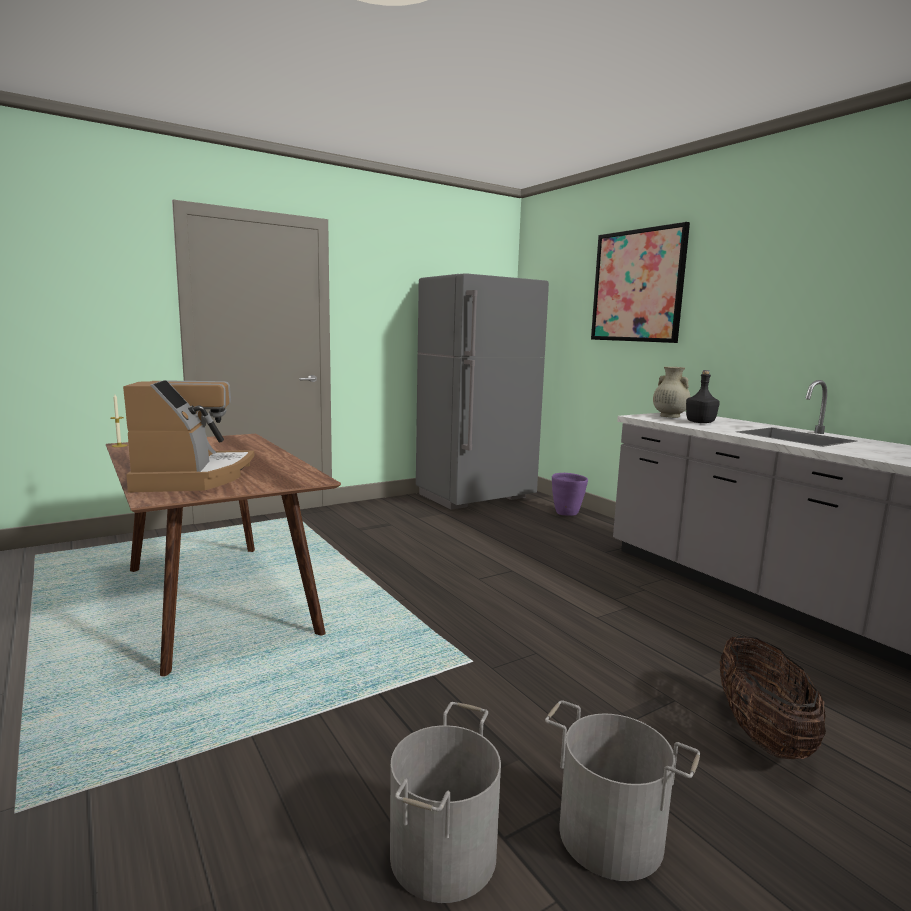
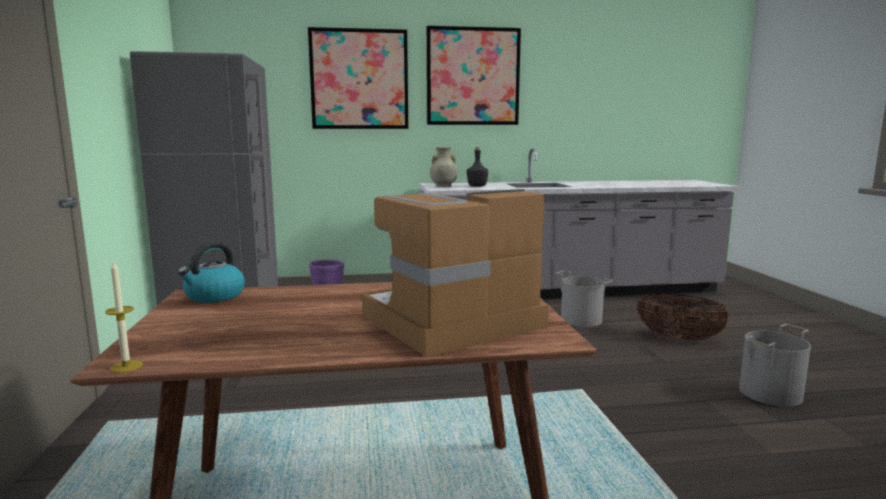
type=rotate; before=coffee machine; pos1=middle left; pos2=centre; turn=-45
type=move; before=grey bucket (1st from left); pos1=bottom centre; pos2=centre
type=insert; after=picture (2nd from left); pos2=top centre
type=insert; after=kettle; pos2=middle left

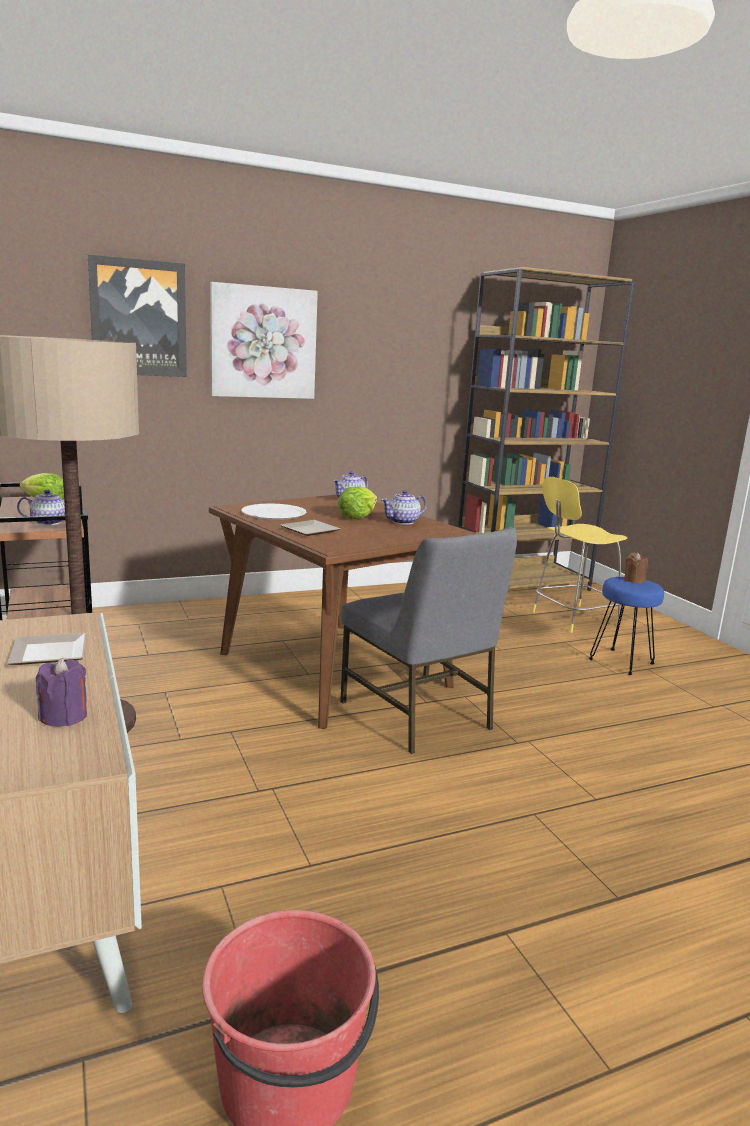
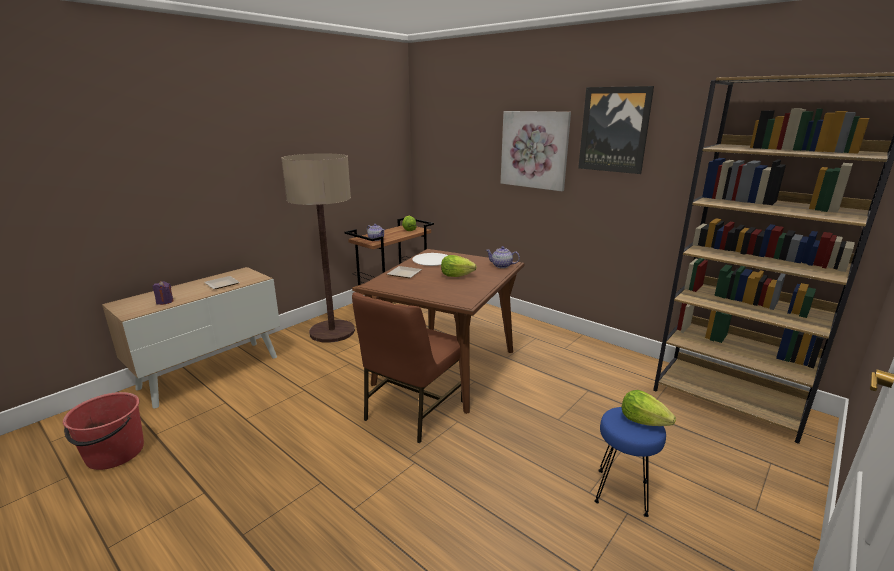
type=move; before=picture (1st from left in the first image); after=picture (2nd from left); pos1=top left; pos2=top right
type=delete; before=yellow stool; pos1=middle right
type=delete; before=teapot (3rd from left); pos1=centre
type=recolor; before=grey chair; after=brown chair; pos1=centre; pos2=centre
type=replace; before=brown candle; after=lettuce (3rd from left); pos1=middle right; pos2=bottom right

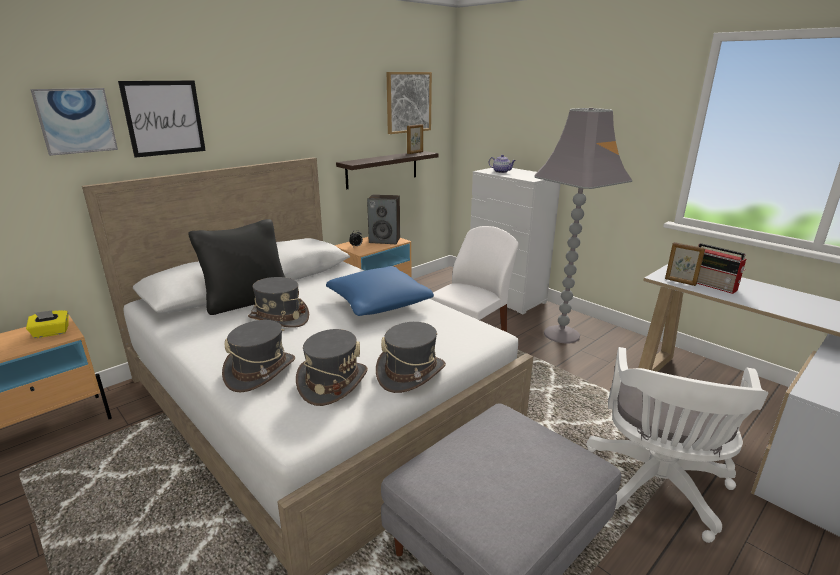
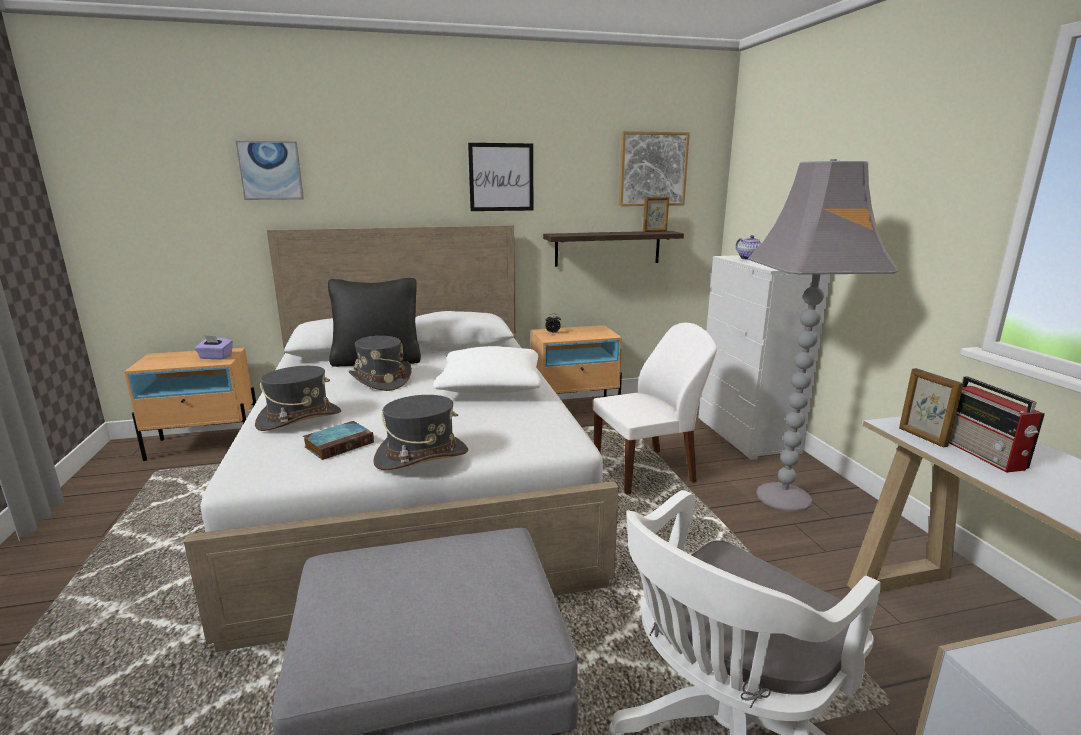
type=move; before=picture (2nd from left); pos1=top left; pos2=top centre
type=delete; before=speaker; pos1=centre
type=recolor; before=blue pillow; after=white pillow; pos1=centre; pos2=centre
type=recolor; before=yellow tissue box; after=purple tissue box; pos1=middle left; pos2=middle left
type=replace; before=grey hat (3rd from left); after=book; pos1=centre; pos2=middle left

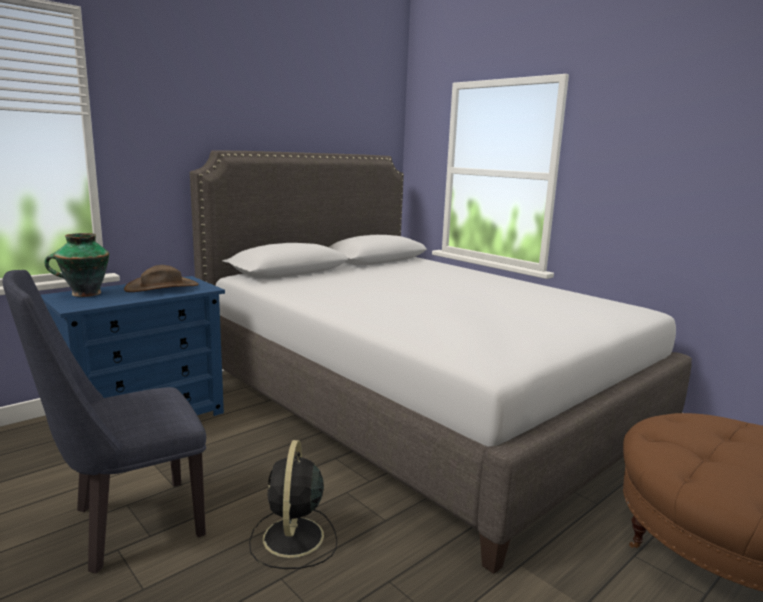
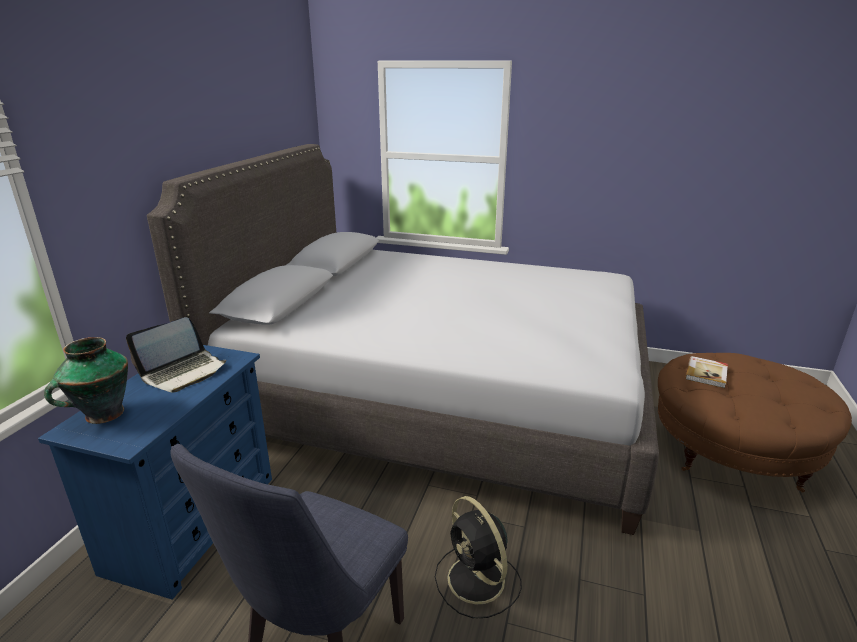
type=replace; before=brown hat; after=laptop; pos1=middle left; pos2=middle left
type=insert; after=book; pos2=middle right

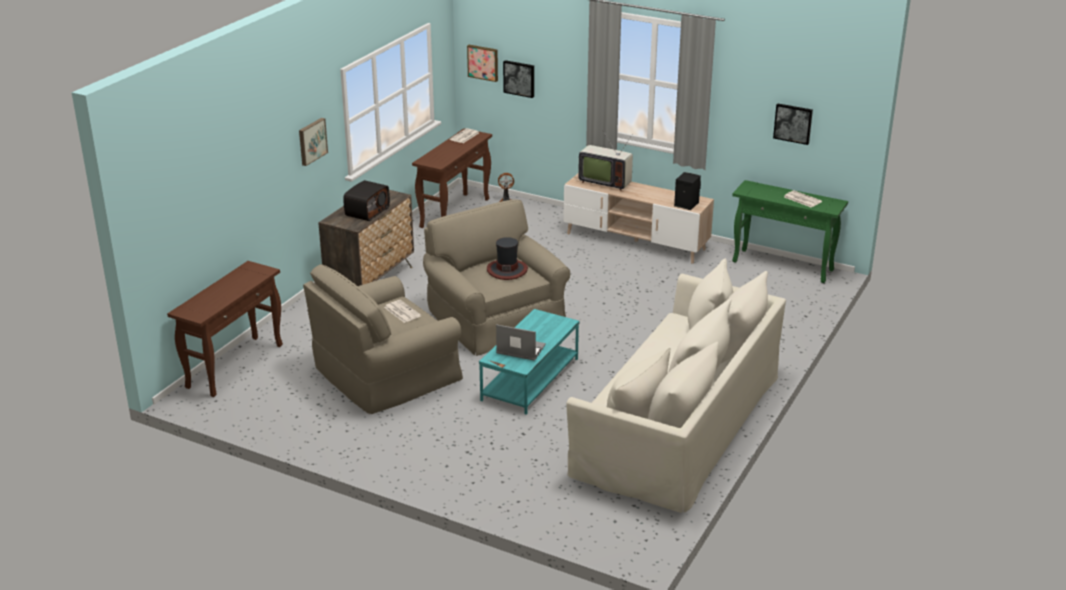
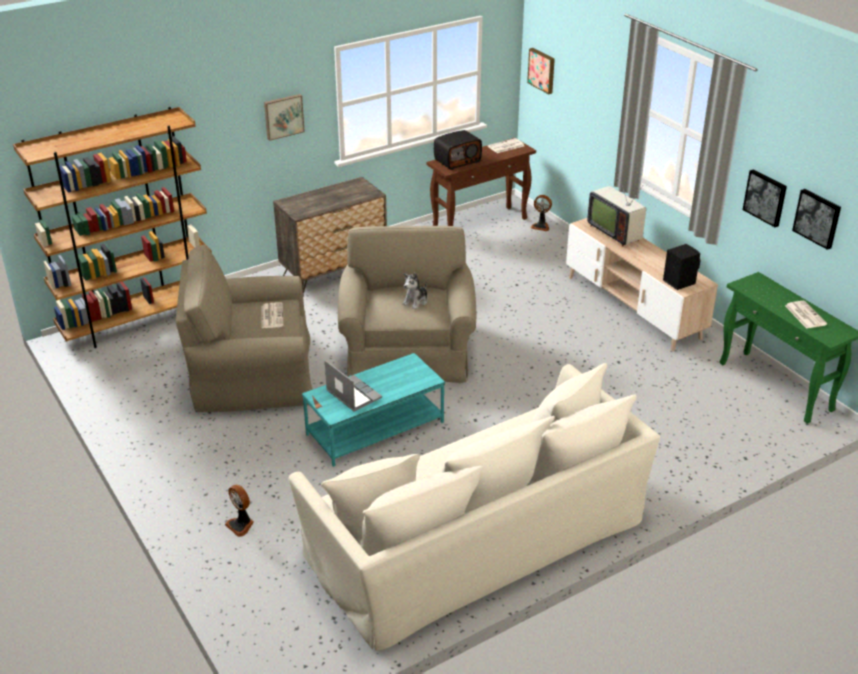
type=move; before=picture (3rd from left); pos1=top centre; pos2=top right
type=move; before=radio; pos1=centre; pos2=top centre
type=replace; before=hat; after=plush toy; pos1=centre; pos2=centre
type=replace; before=brown console table (1st from left); after=brown bookcase; pos1=middle left; pos2=middle left
type=insert; after=fan (1st from left); pos2=bottom left

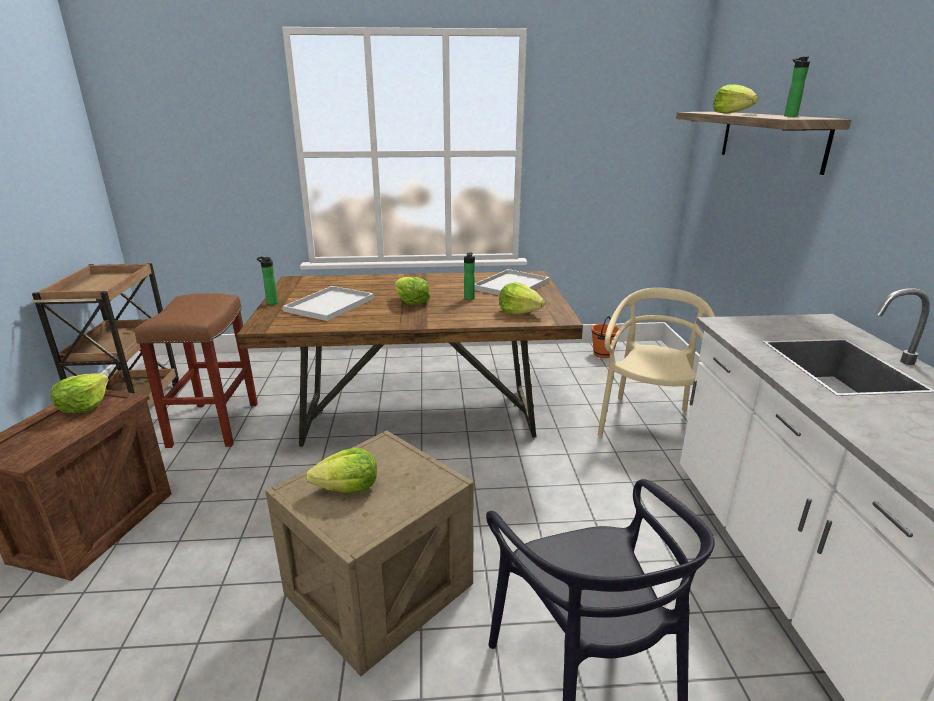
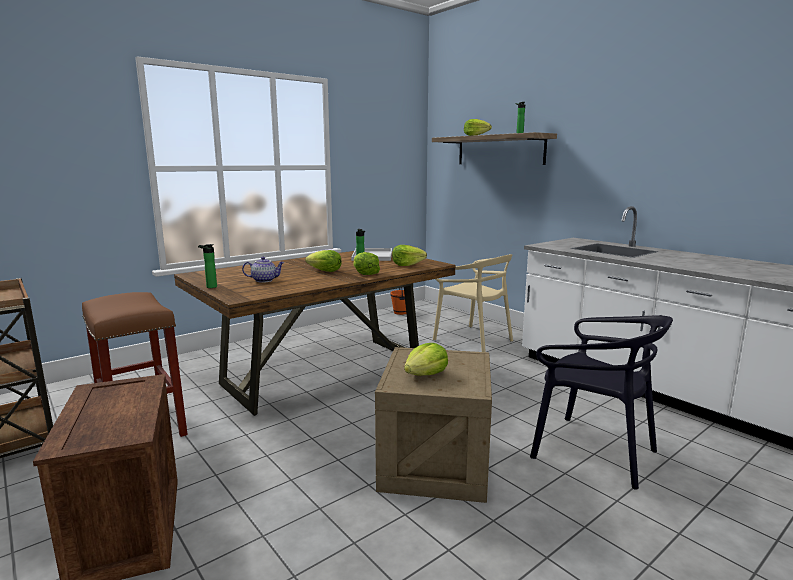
type=replace; before=white tray (1st from left); after=teapot; pos1=centre; pos2=middle left
type=rotate; before=beige chair; pos1=middle right; pos2=centre; turn=150
type=move; before=lettuce (1st from left in the first image); after=lettuce (2nd from left); pos1=middle left; pos2=centre

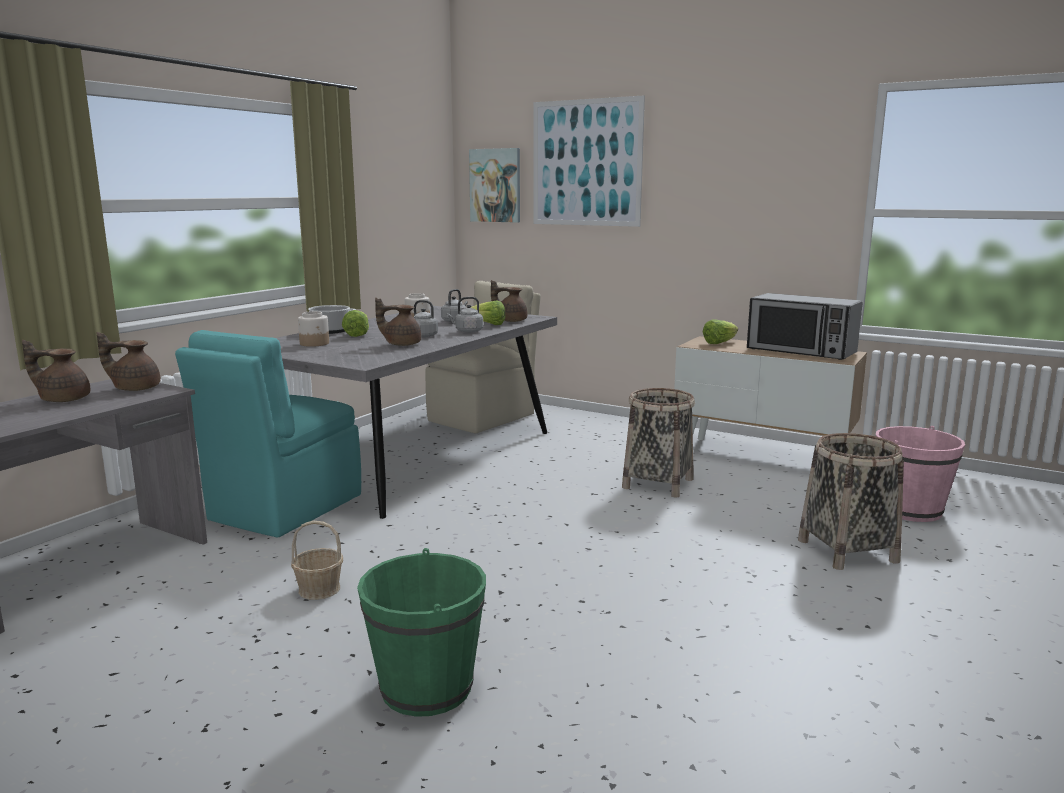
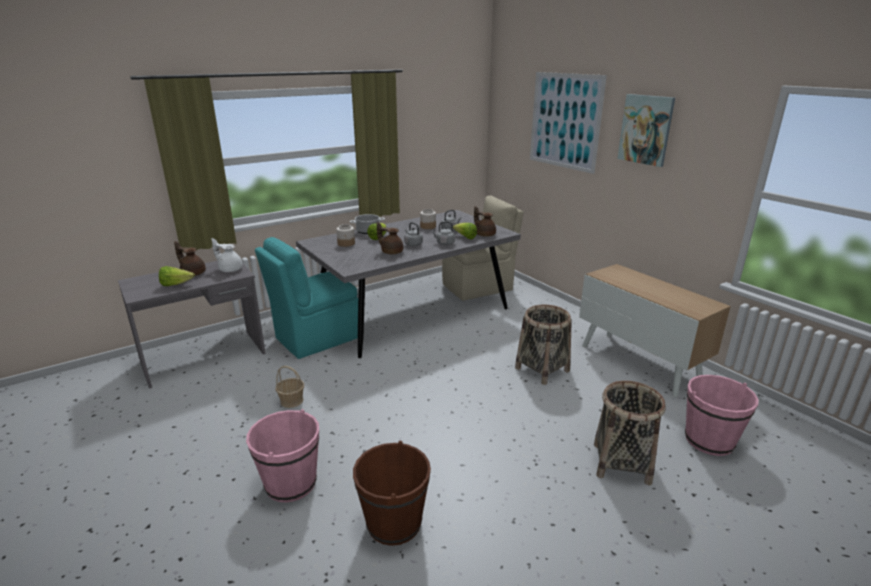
type=move; before=picture (1st from left in the first image); after=picture (2nd from left); pos1=top centre; pos2=top right
type=delete; before=microwave; pos1=middle right
type=move; before=lettuce (3rd from left in the first image); after=lettuce (1st from left); pos1=middle right; pos2=middle left
type=recolor; before=brown teapot (2nd from left); after=white teapot; pos1=middle left; pos2=middle left
type=recolor; before=green bucket; after=pink bucket (1st from left); pos1=bottom centre; pos2=bottom left
type=insert; after=brown bucket; pos2=bottom centre

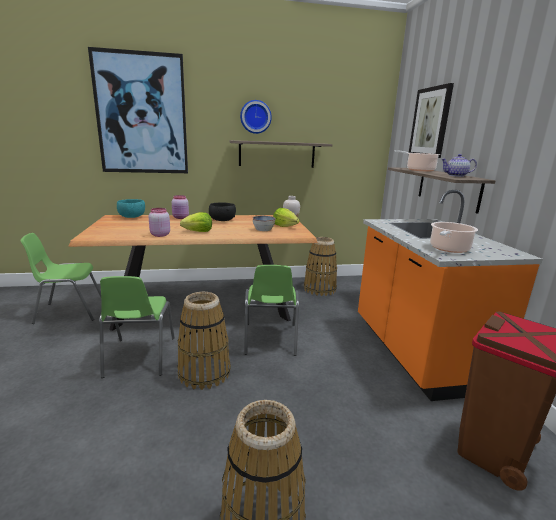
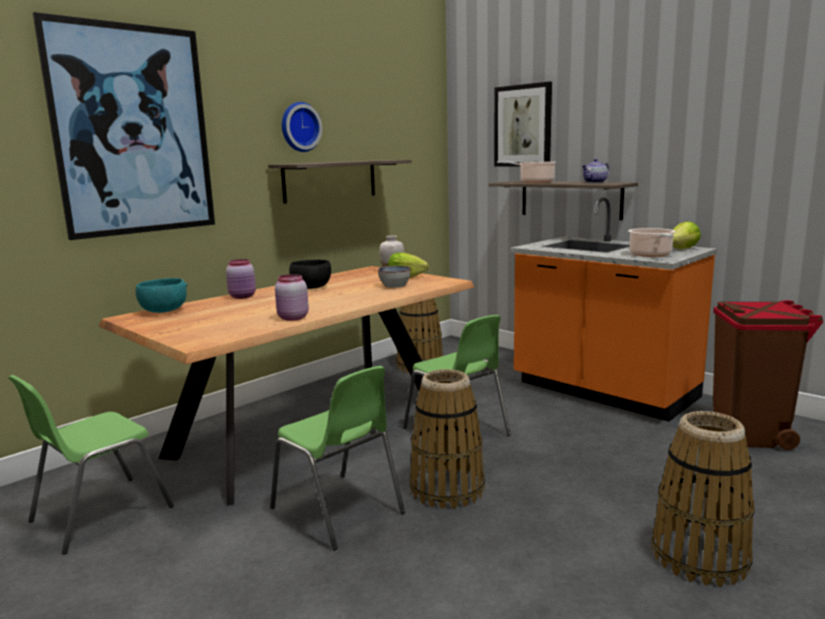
type=move; before=lettuce (1st from left in the first image); after=lettuce (2nd from left); pos1=centre; pos2=middle right

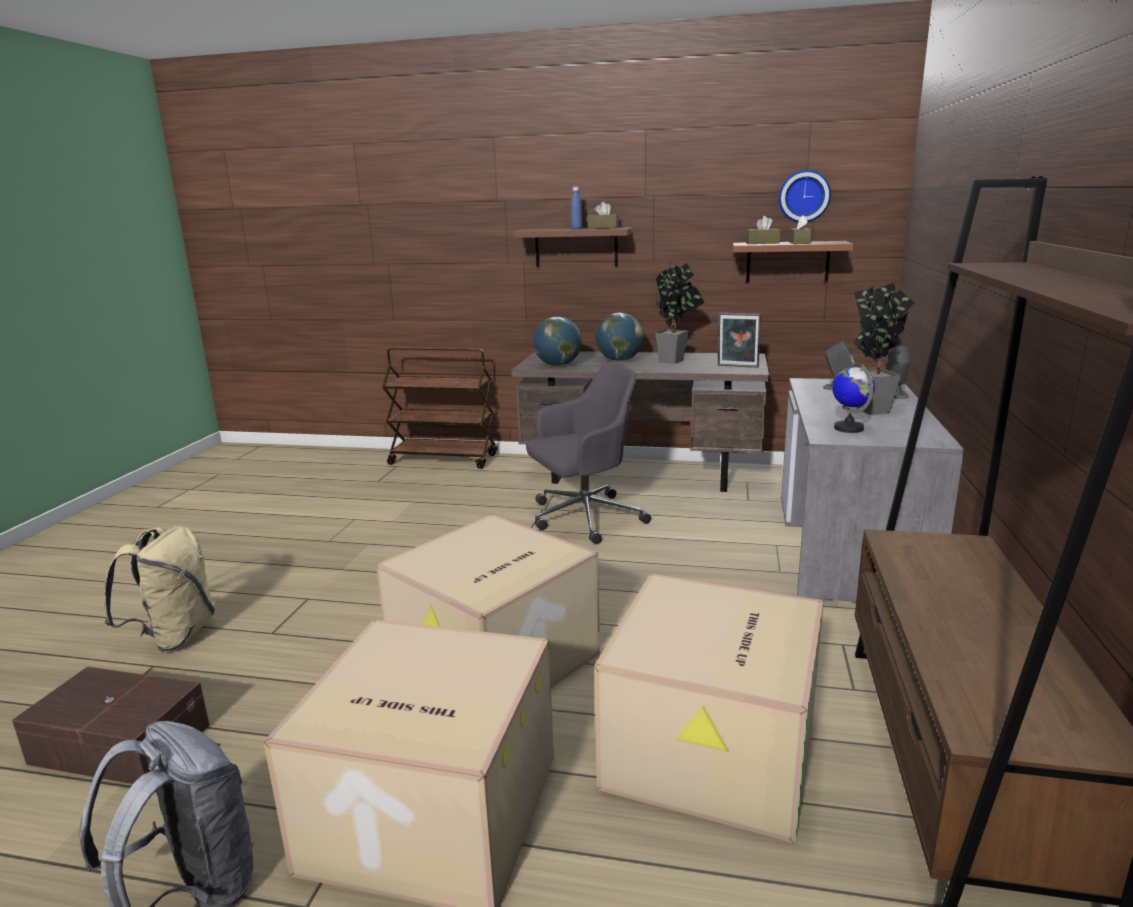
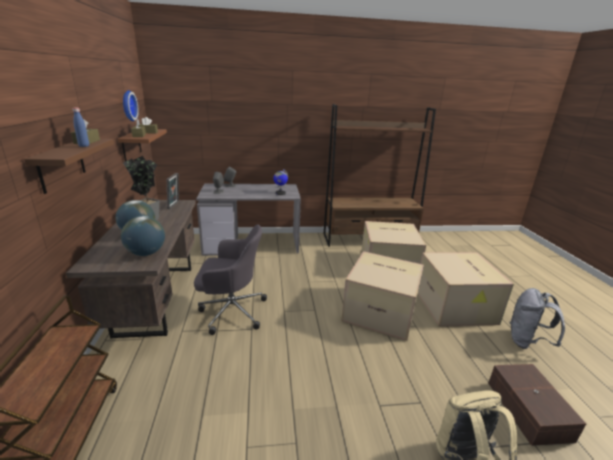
type=delete; before=potted plant (2nd from left); pos1=middle right
type=rotate; before=grey office chair; pos1=centre; pos2=centre; turn=135

